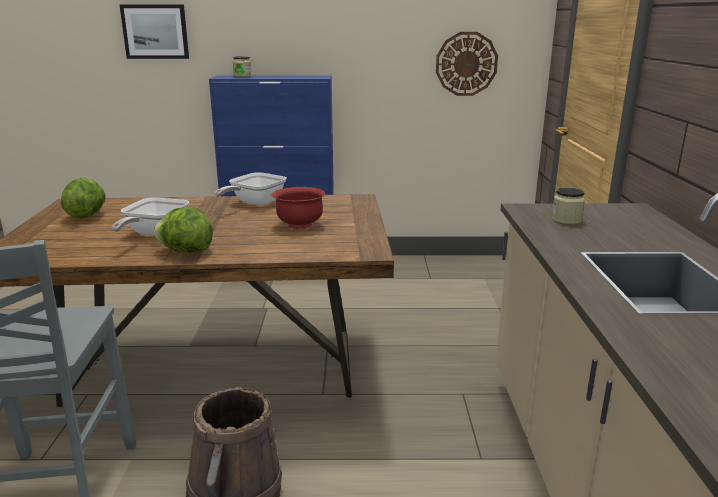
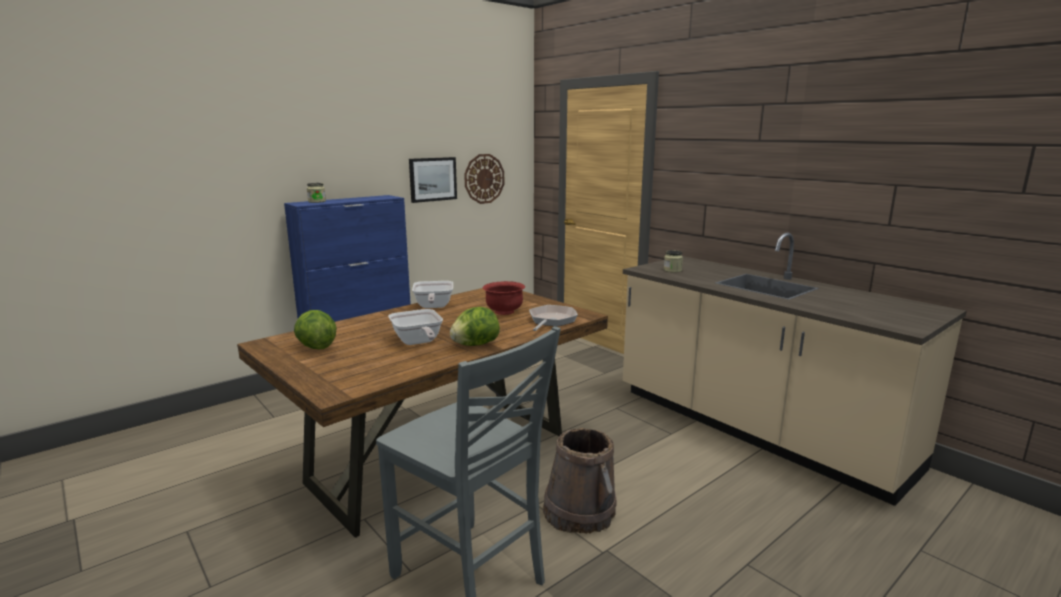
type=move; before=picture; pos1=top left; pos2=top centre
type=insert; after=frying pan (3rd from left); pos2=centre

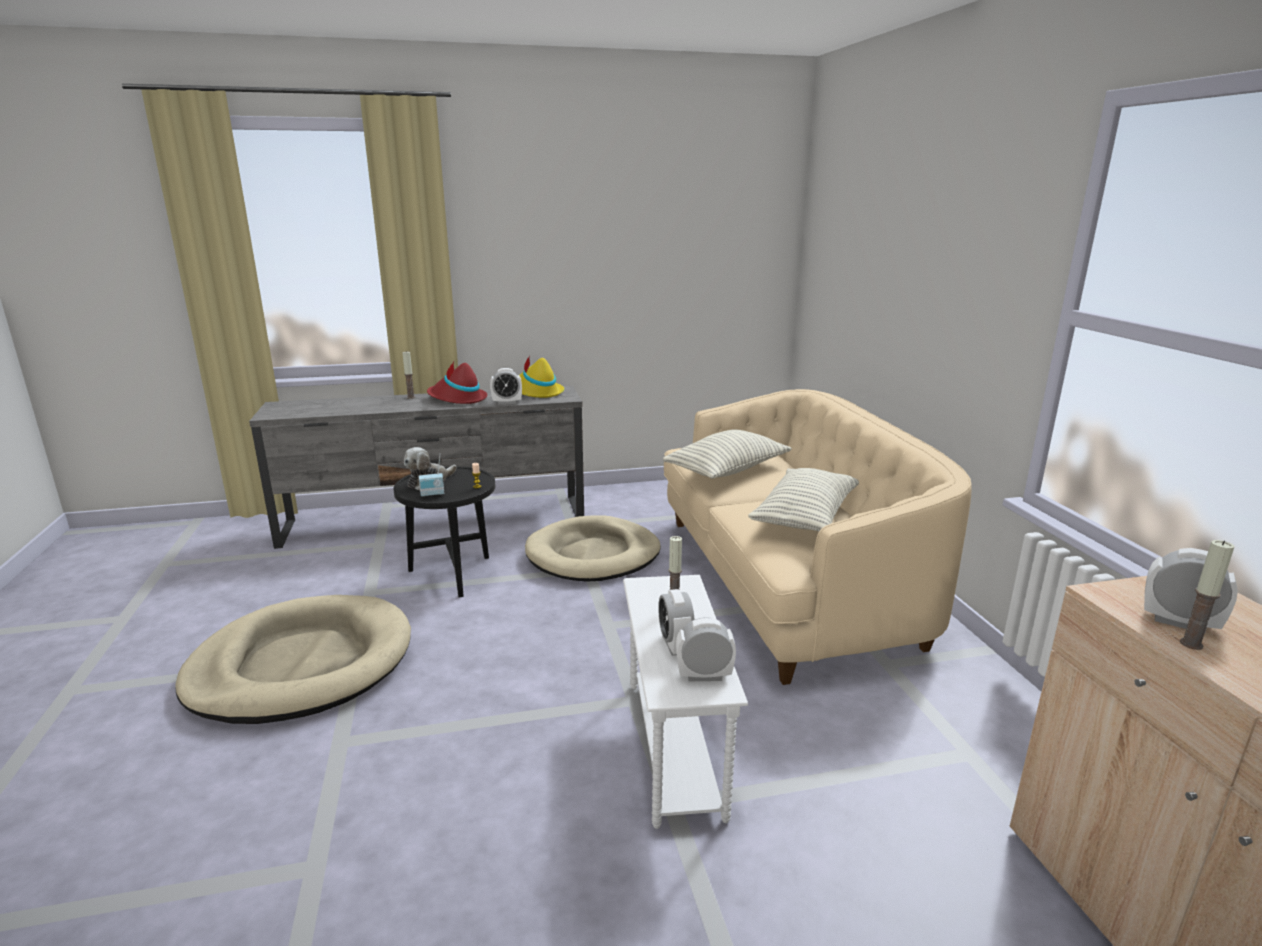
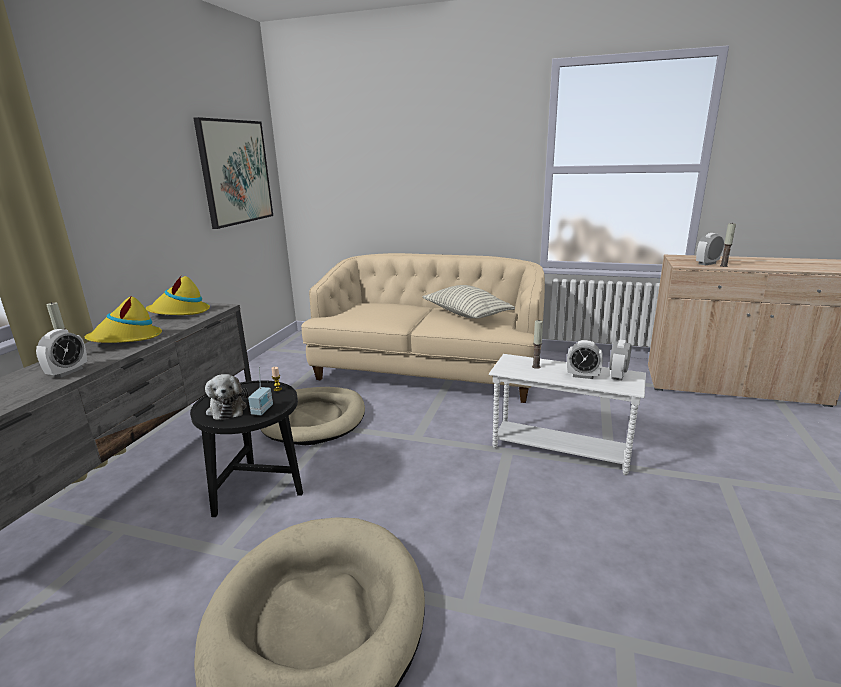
type=recolor; before=red hat; after=yellow hat (1st from left); pos1=centre; pos2=middle left
type=move; before=alarm clock (1st from left); pos1=centre; pos2=middle left
type=delete; before=pillow (1st from left); pos1=centre
type=insert; after=picture; pos2=top left

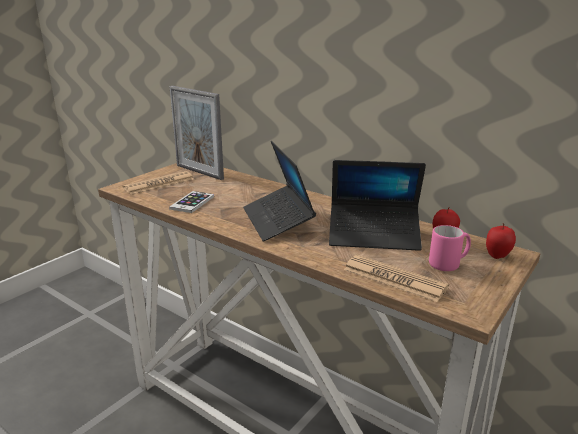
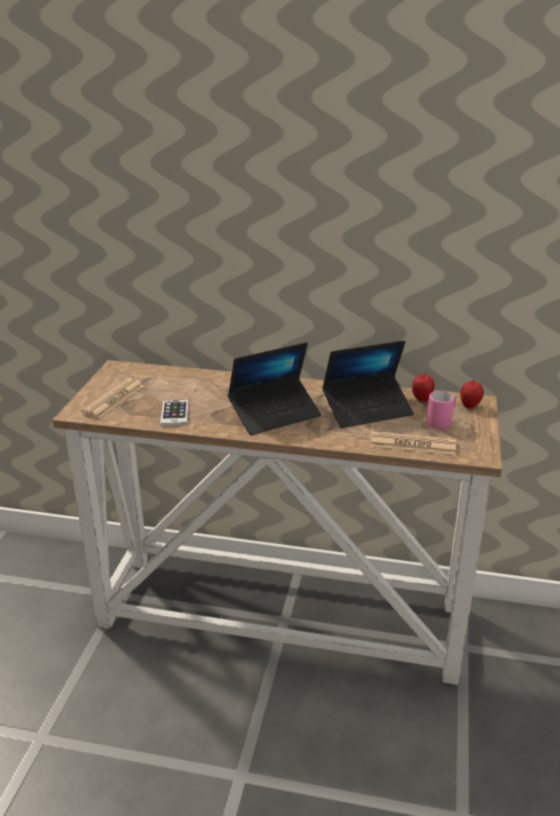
type=delete; before=picture frame; pos1=top centre
type=rotate; before=laptop (1st from left); pos1=centre; pos2=centre; turn=-75

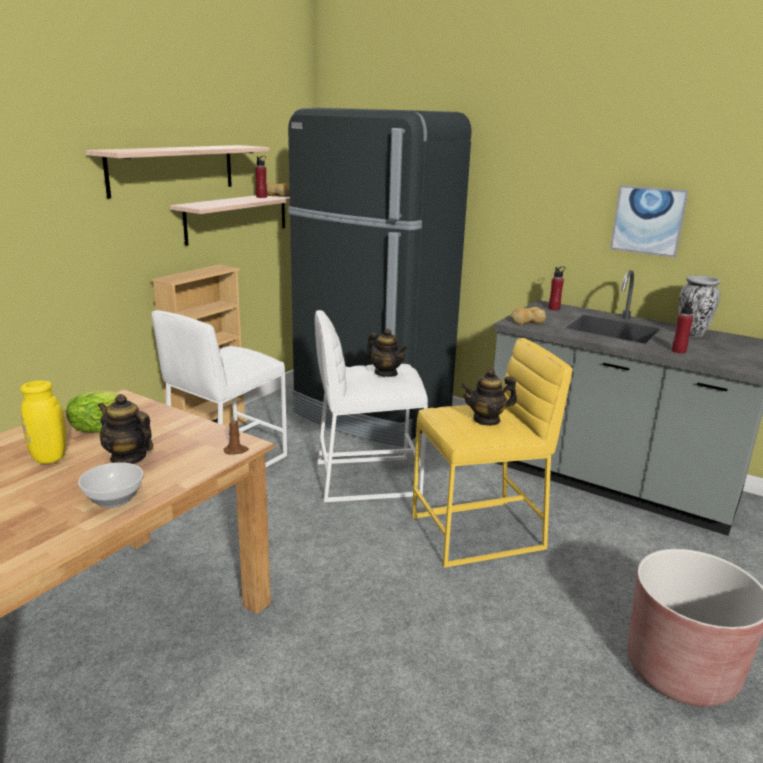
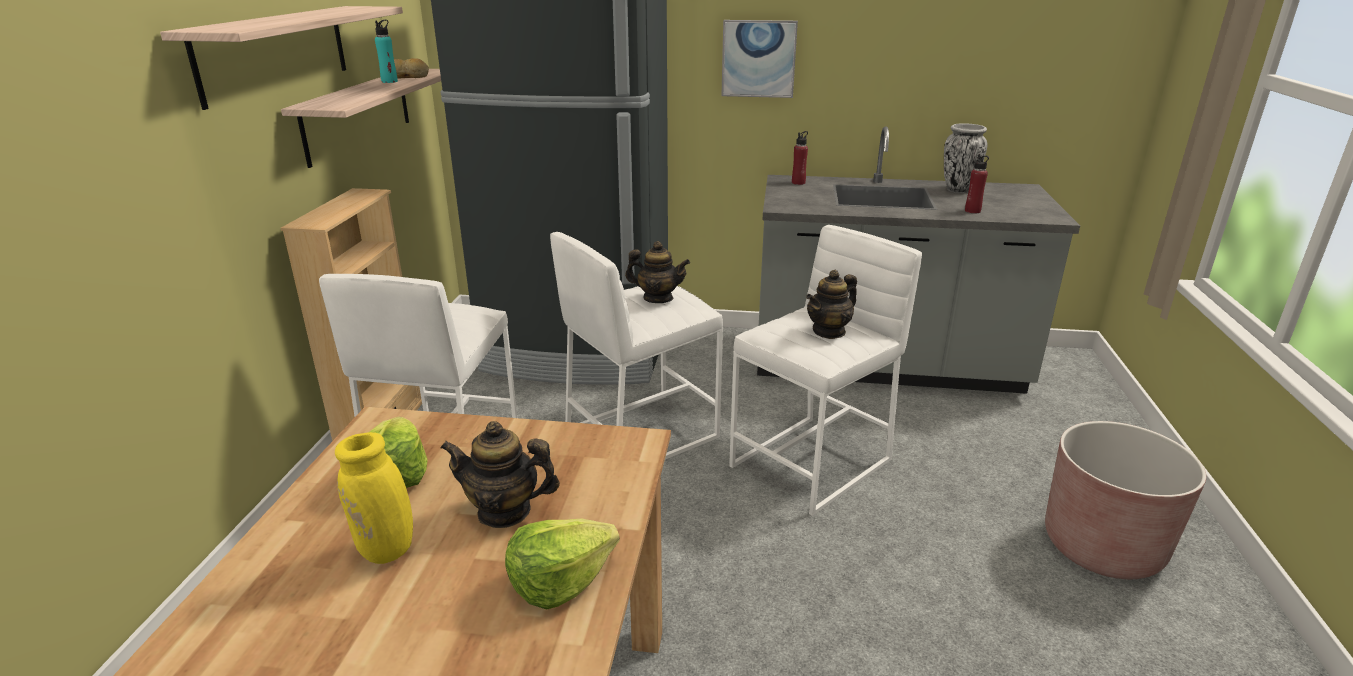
type=recolor; before=red bottle (1st from left); after=turquoise bottle; pos1=top centre; pos2=top left
type=move; before=picture; pos1=top right; pos2=top centre
type=delete; before=bread (2nd from left); pos1=middle right
type=recolor; before=yellow stool; after=white stool (3rd from left); pos1=centre; pos2=centre
type=delete; before=brown candle; pos1=middle left
type=replace; before=bowl; after=lettuce (2nd from left); pos1=middle left; pos2=bottom centre

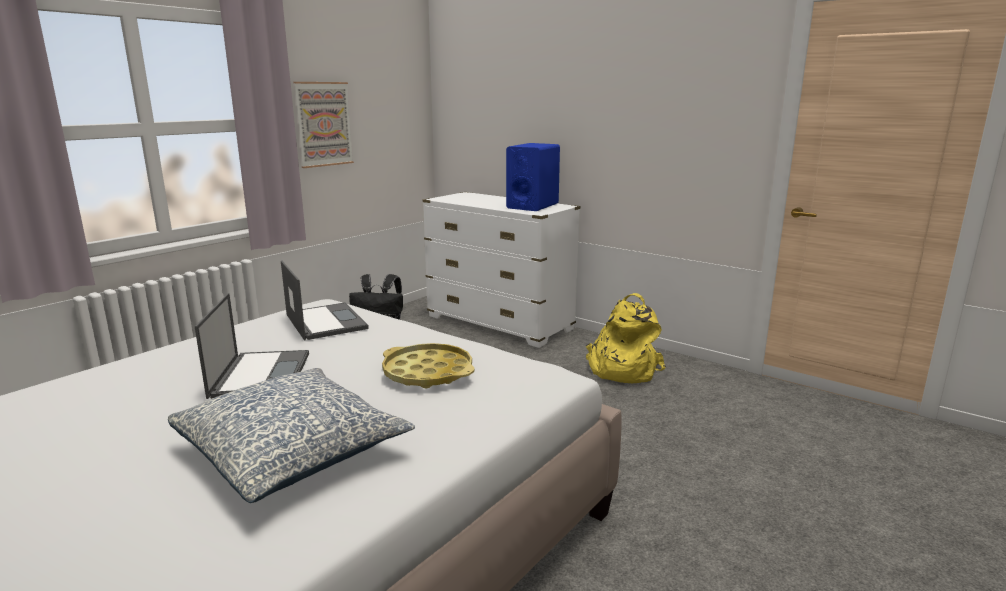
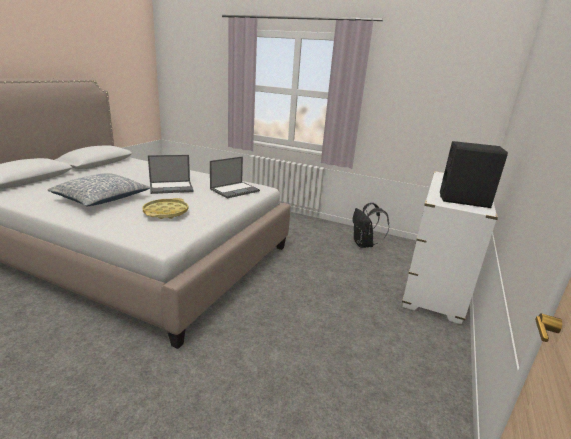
type=delete; before=picture; pos1=top left
type=recolor; before=blue speaker; after=black speaker; pos1=top centre; pos2=middle right
type=delete; before=yellow backpack; pos1=centre

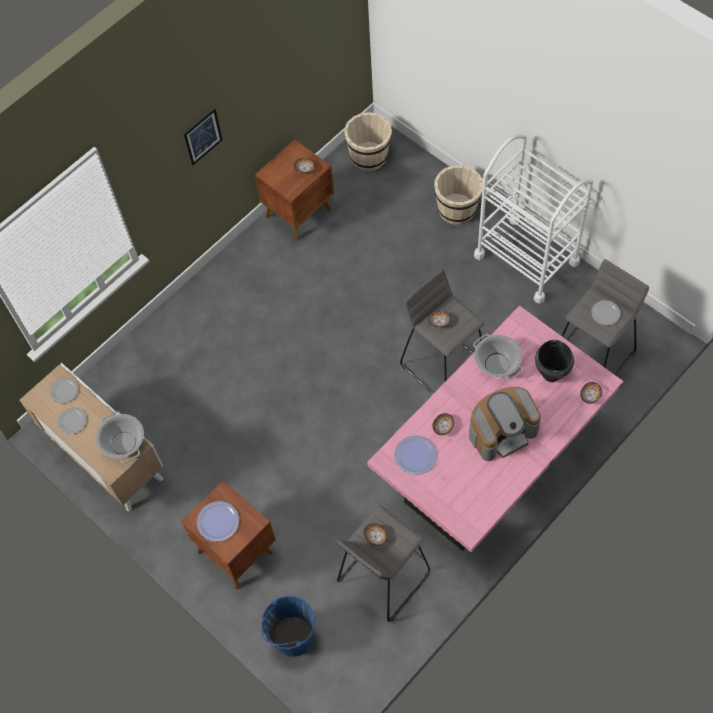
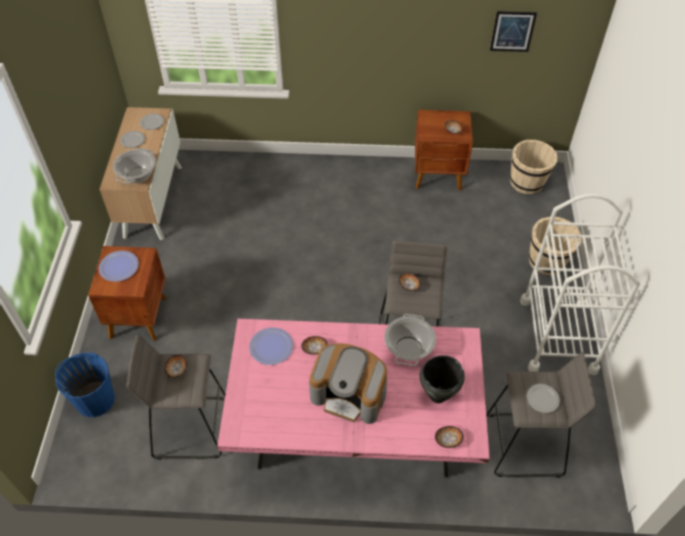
type=move; before=picture; pos1=top left; pos2=top right

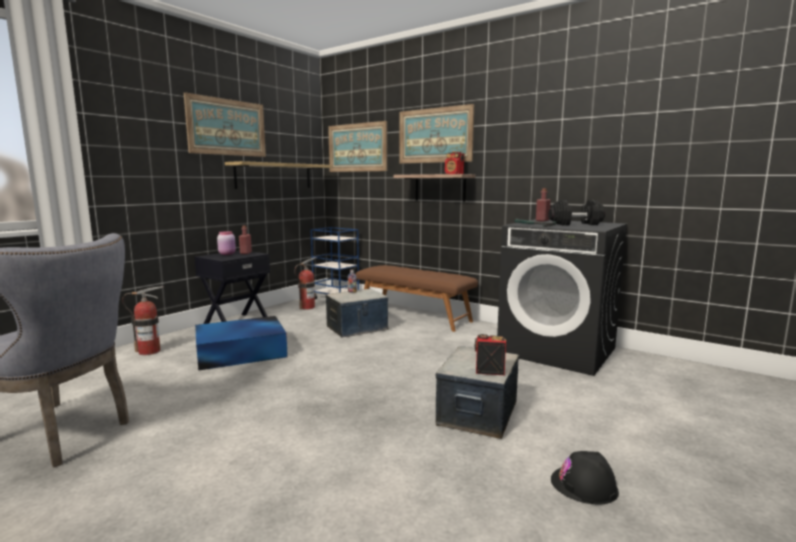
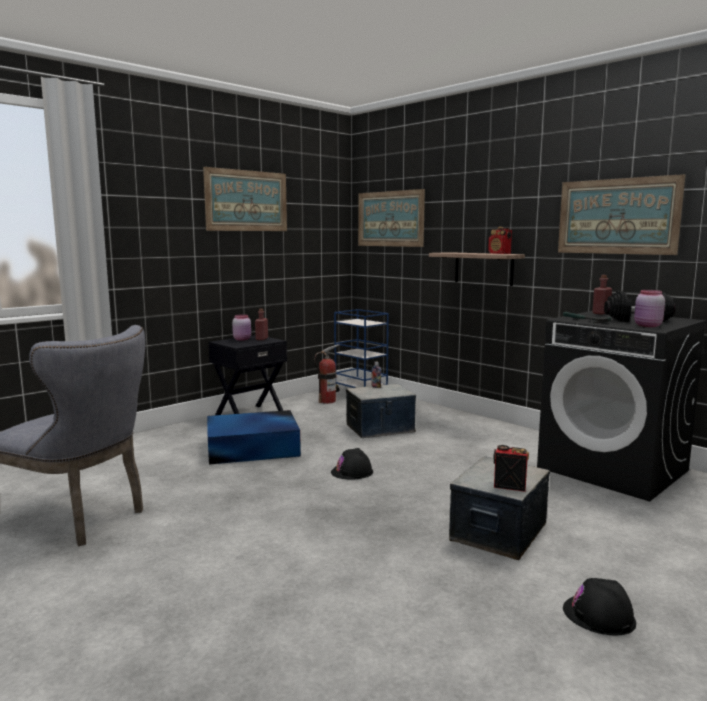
type=move; before=picture (3rd from left); pos1=top centre; pos2=top right
type=delete; before=shelf (1st from left); pos1=top centre
type=delete; before=brown bench; pos1=centre
type=delete; before=fire extinguisher (1st from left); pos1=middle left
type=insert; after=pink jar (2nd from left); pos2=middle right
type=insert; after=black hard hat (1st from left); pos2=centre

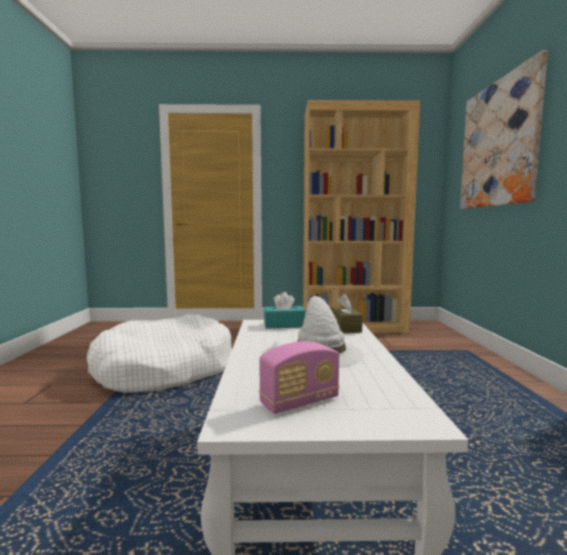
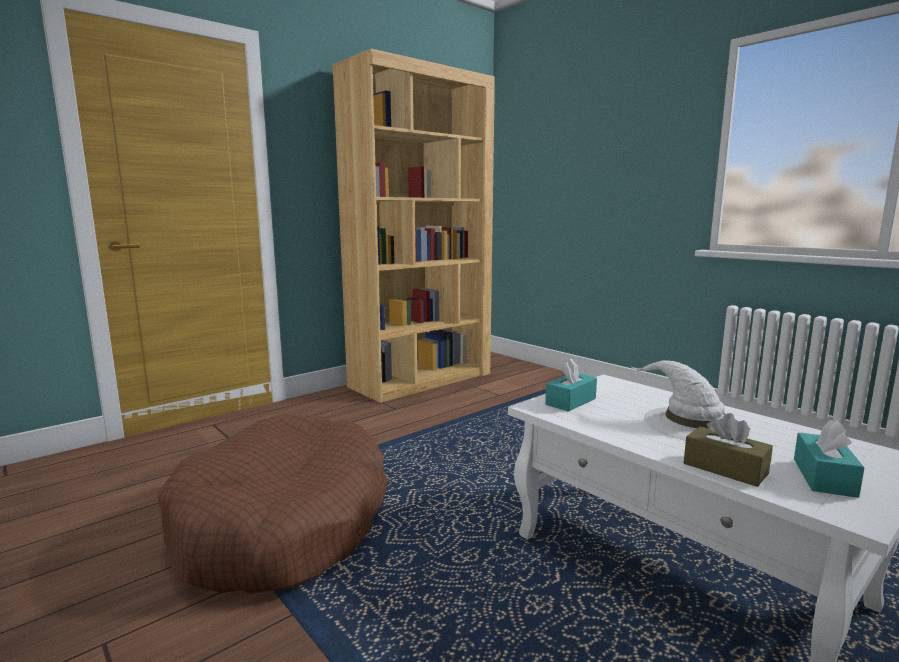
type=delete; before=picture; pos1=top right
type=move; before=brown tissue box; pos1=centre; pos2=bottom right
type=recolor; before=white dog bed; after=brown dog bed; pos1=middle left; pos2=bottom left
type=replace; before=radio; after=turquoise tissue box (2nd from left); pos1=bottom centre; pos2=bottom right

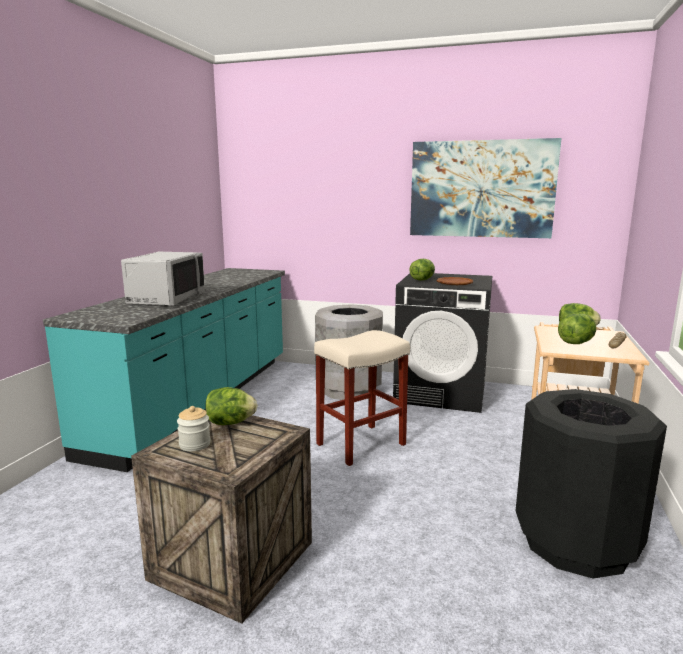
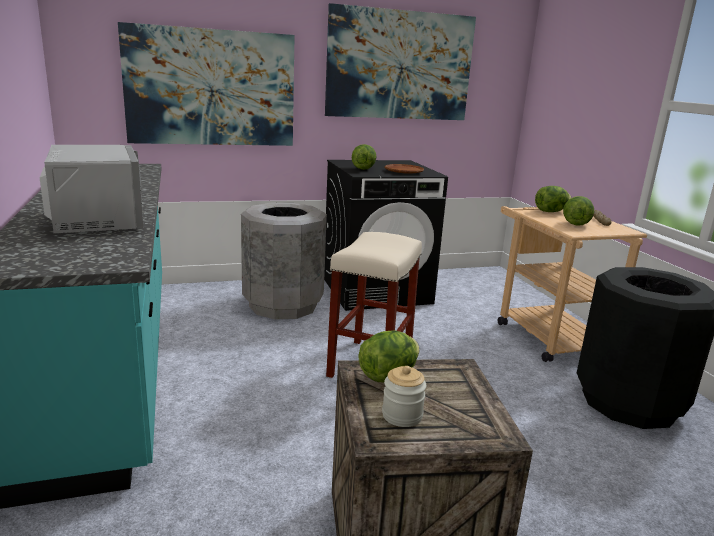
type=insert; after=picture (1st from left); pos2=top left

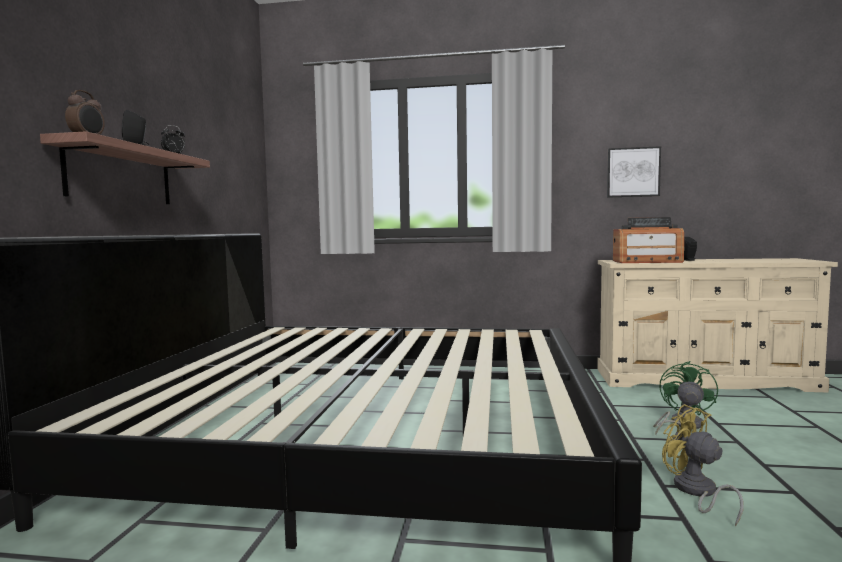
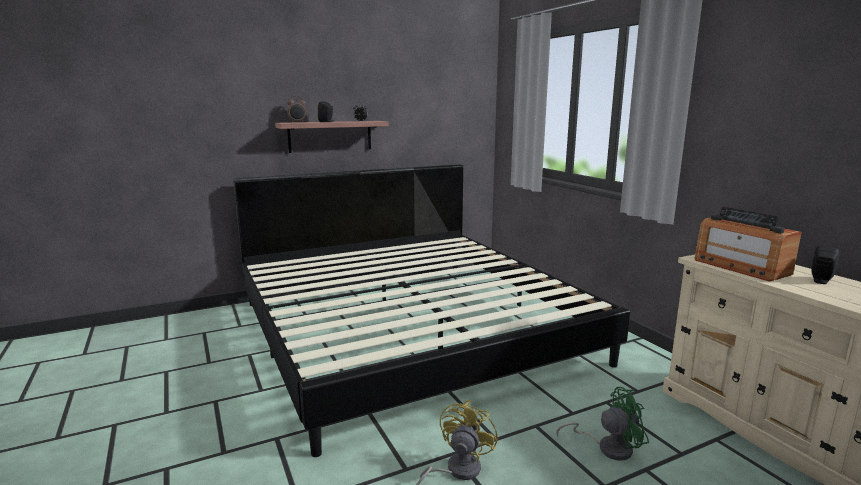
type=delete; before=picture; pos1=top right

